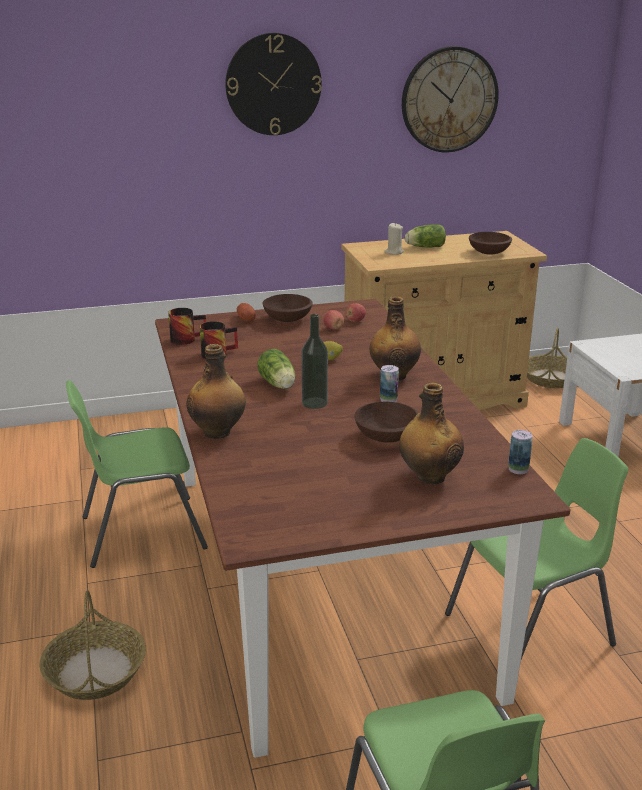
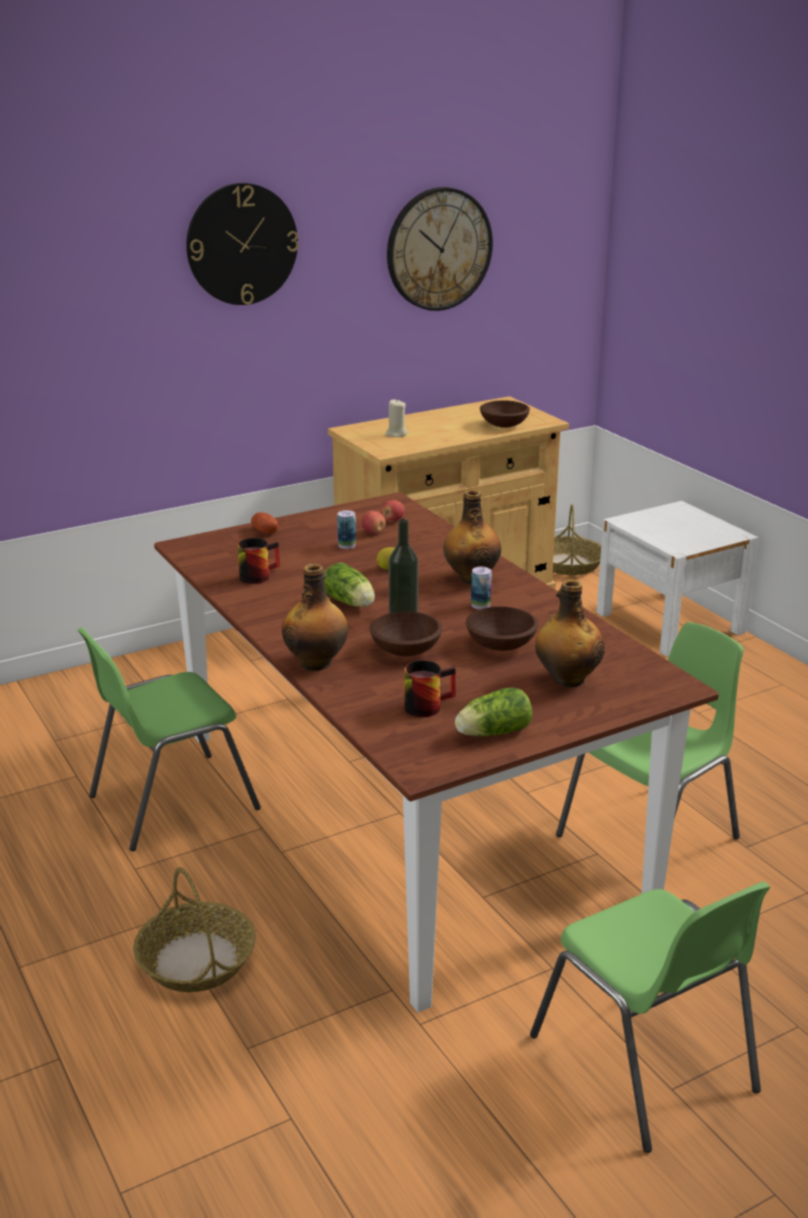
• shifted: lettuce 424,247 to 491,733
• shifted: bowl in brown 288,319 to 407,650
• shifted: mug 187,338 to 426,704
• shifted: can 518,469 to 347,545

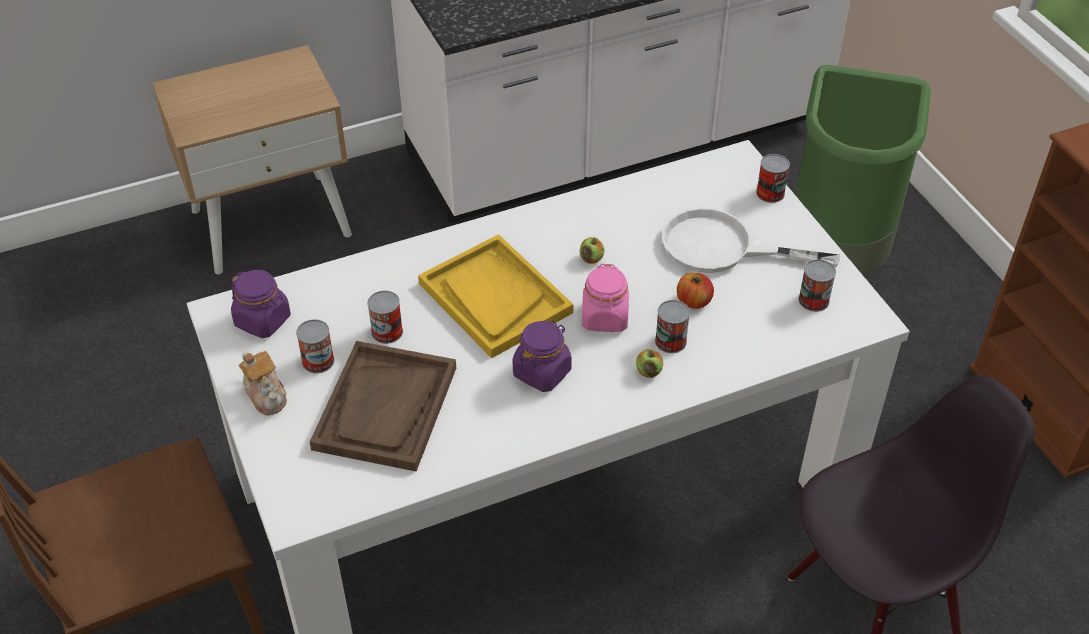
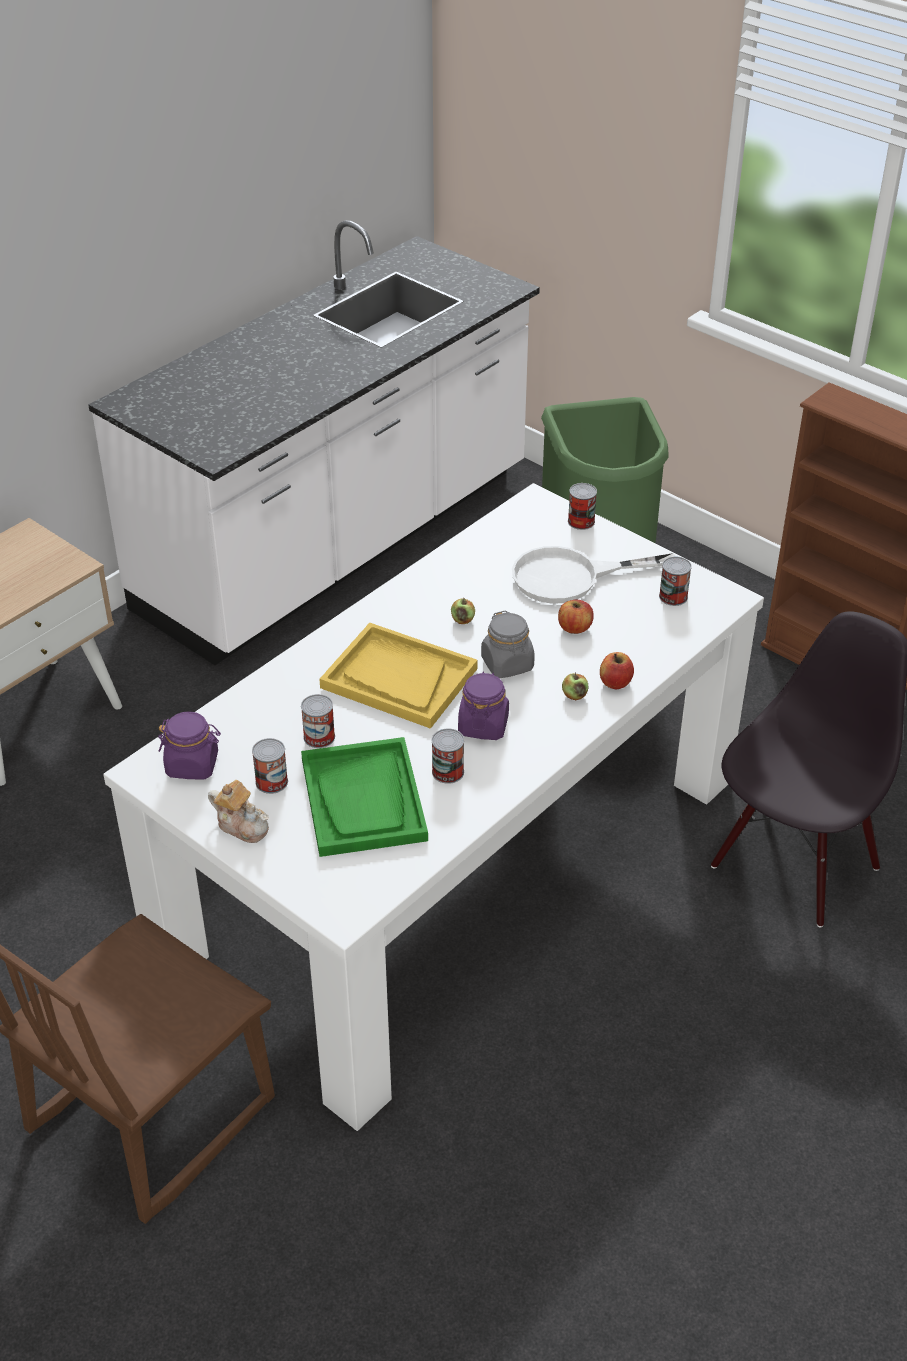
• repainted: jar in pink 605,317 to jar in grey 507,664
• shifted: can 670,341 to 448,772
• repainted: tray in brown 386,408 to tray in green 364,800
• new: apple 615,682

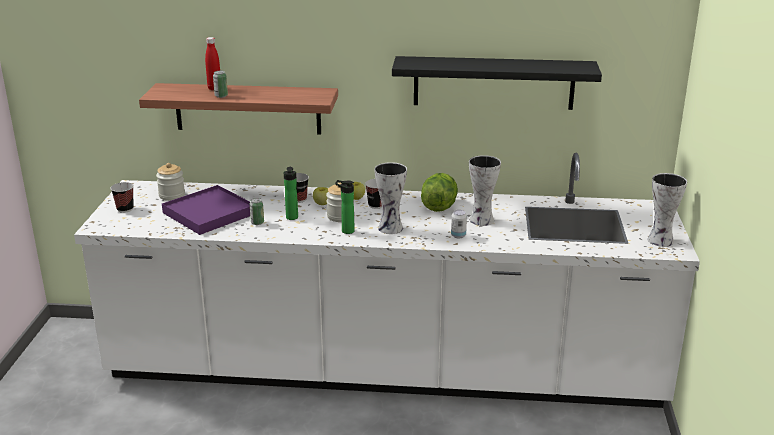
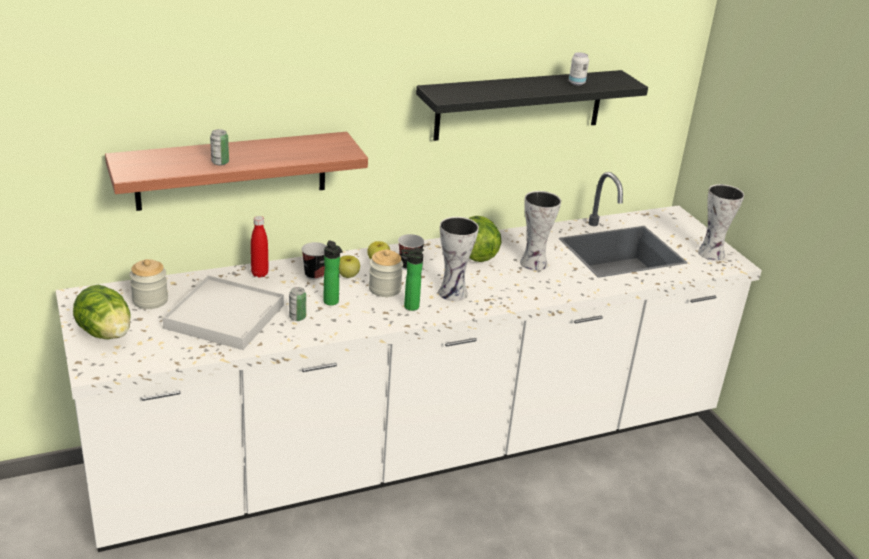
• shifted: bottle in red 214,88 to 260,274
• swapped: cup 125,209 to lettuce 106,333
• repainted: tray in purple 209,213 to tray in white 225,316
• shifted: can 458,236 to 576,83

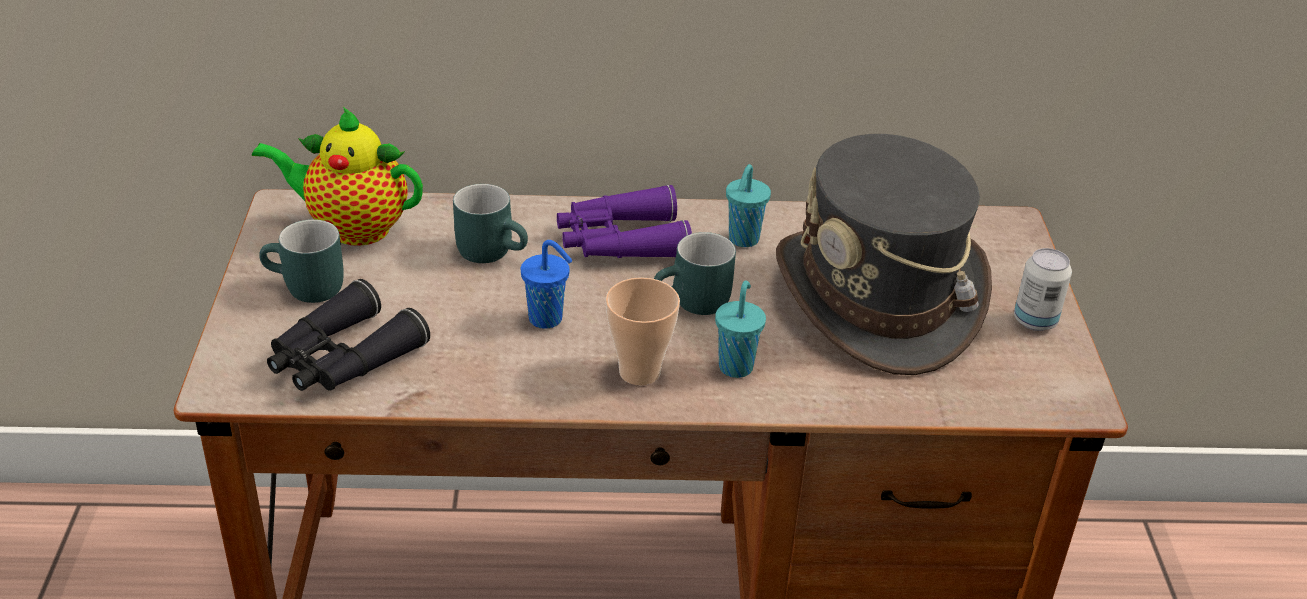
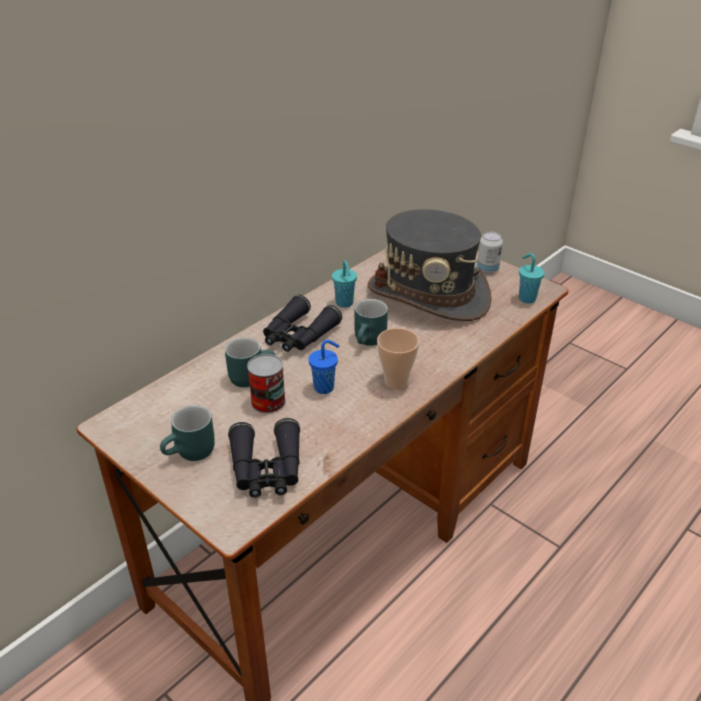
• gone: teapot 352,228
• repainted: binoculars in purple 620,241 to binoculars in black 298,335
• shifted: cup in turquoise 736,366 to 526,298
• new: can 268,402

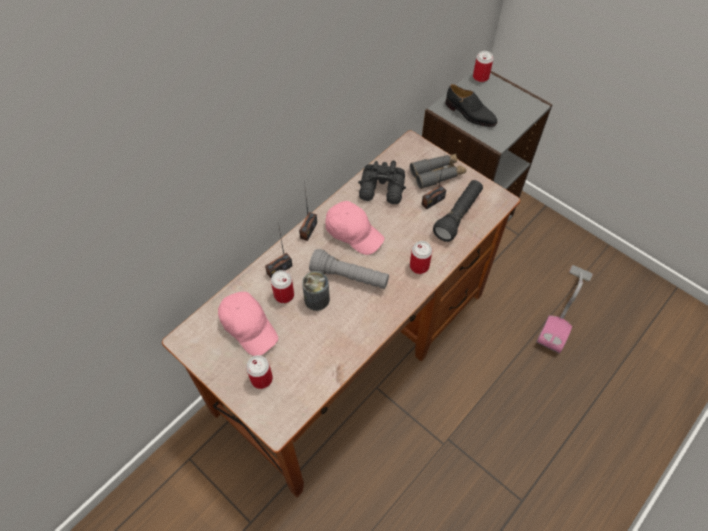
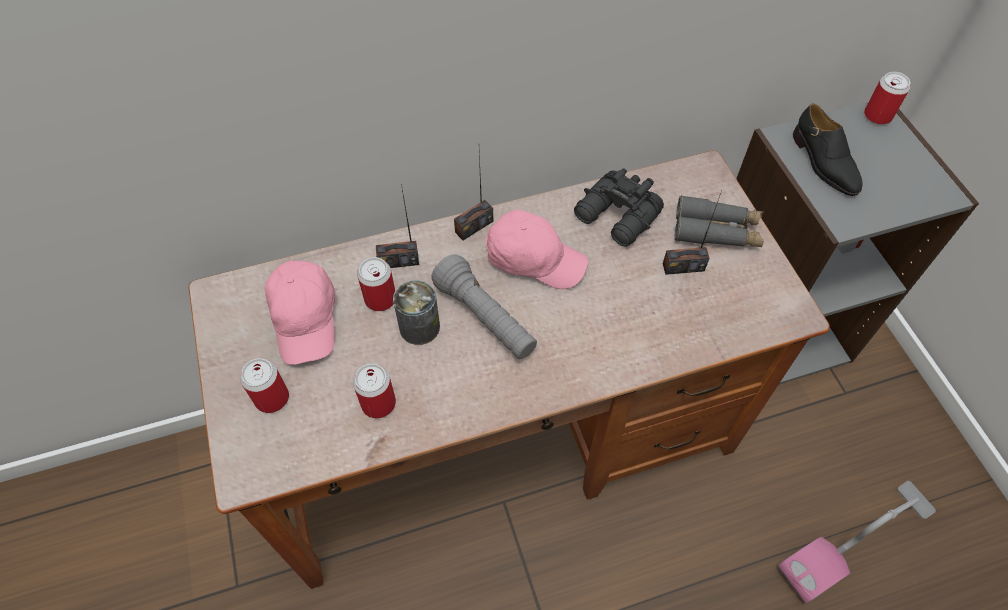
• gone: flashlight in black 458,216
• rotated: cap in pink 353,233 = 534,259 45 degrees counterclockwise
• shifted: can 419,266 to 378,403

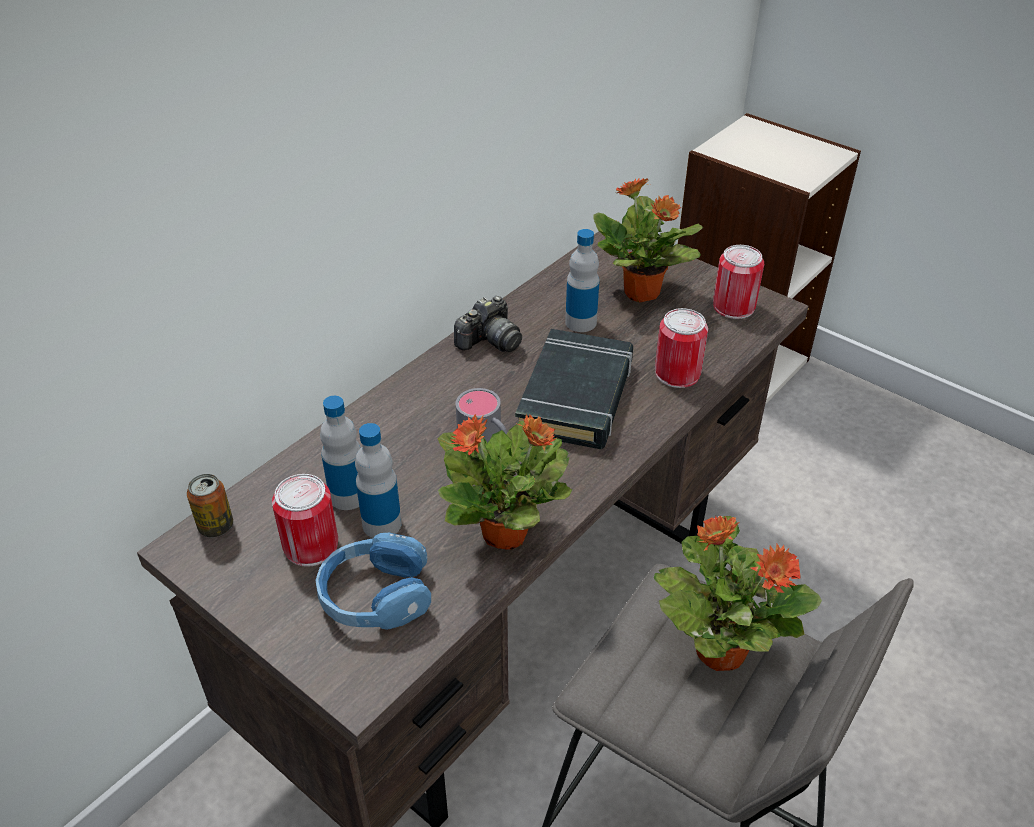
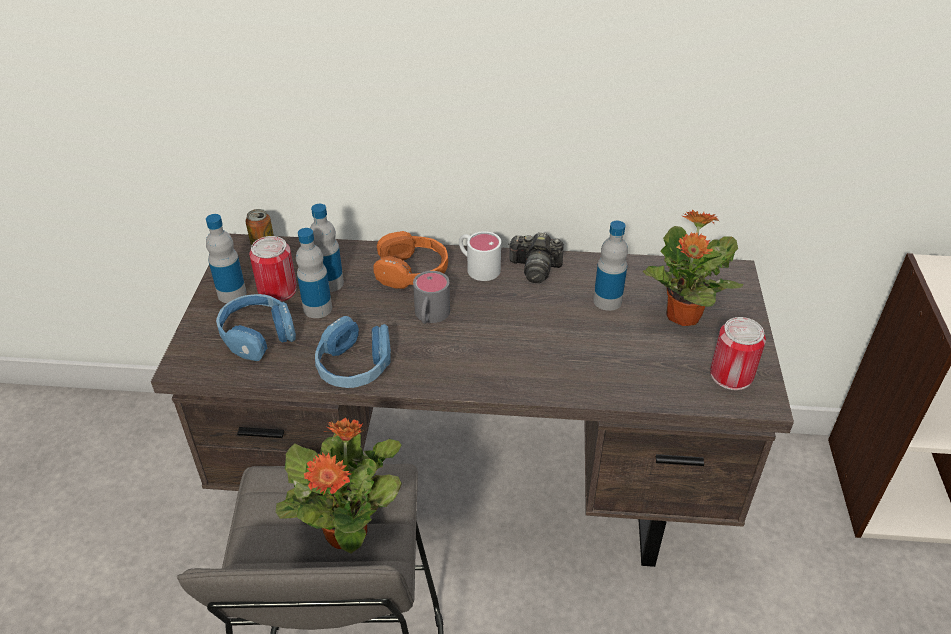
• gone: can 677,373
• gone: book in black 576,396
• swapped: potted plant 507,533 to headphones in blue 355,366
• new: bottle 232,294
• new: headphones in orange 412,271
• new: mug in white 477,266

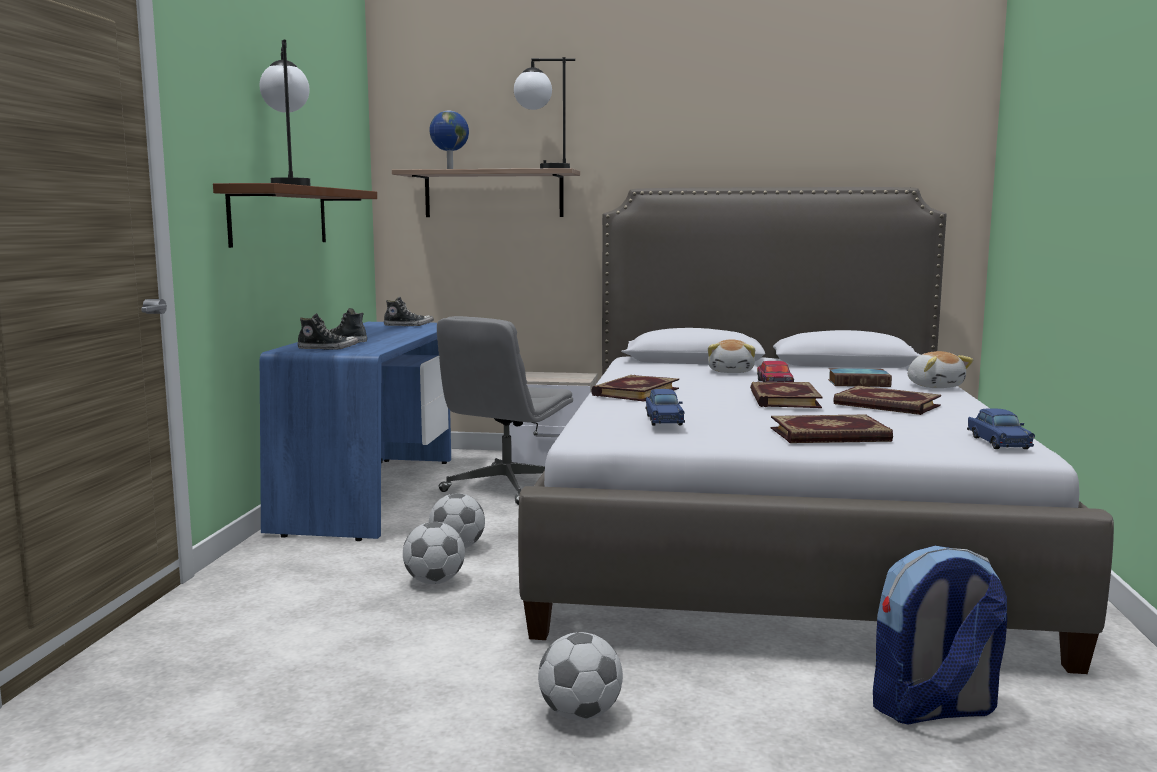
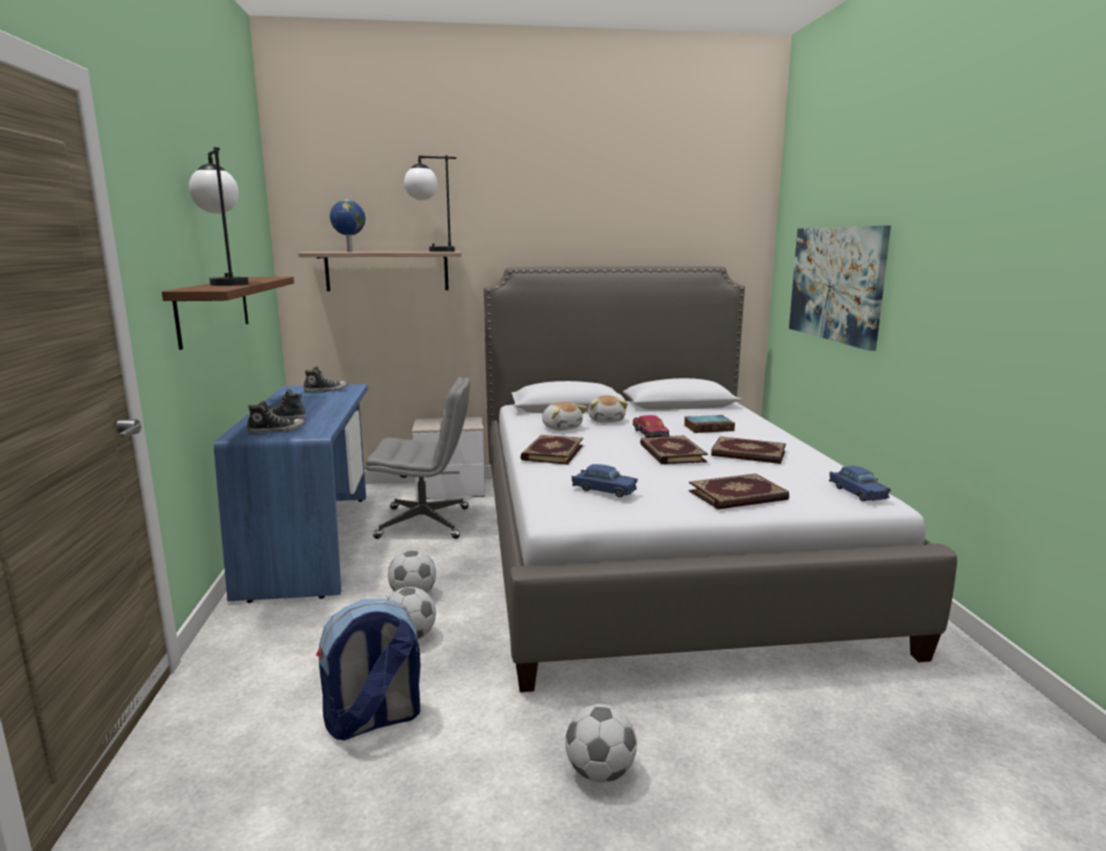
• rotated: office chair in grey 506,487 = 425,523 105 degrees counterclockwise
• shifted: plush toy 935,386 to 562,427
• rotated: toy car in blue 664,420 = 604,490 45 degrees counterclockwise
• shifted: backpack 933,709 to 373,720
• new: picture 836,283

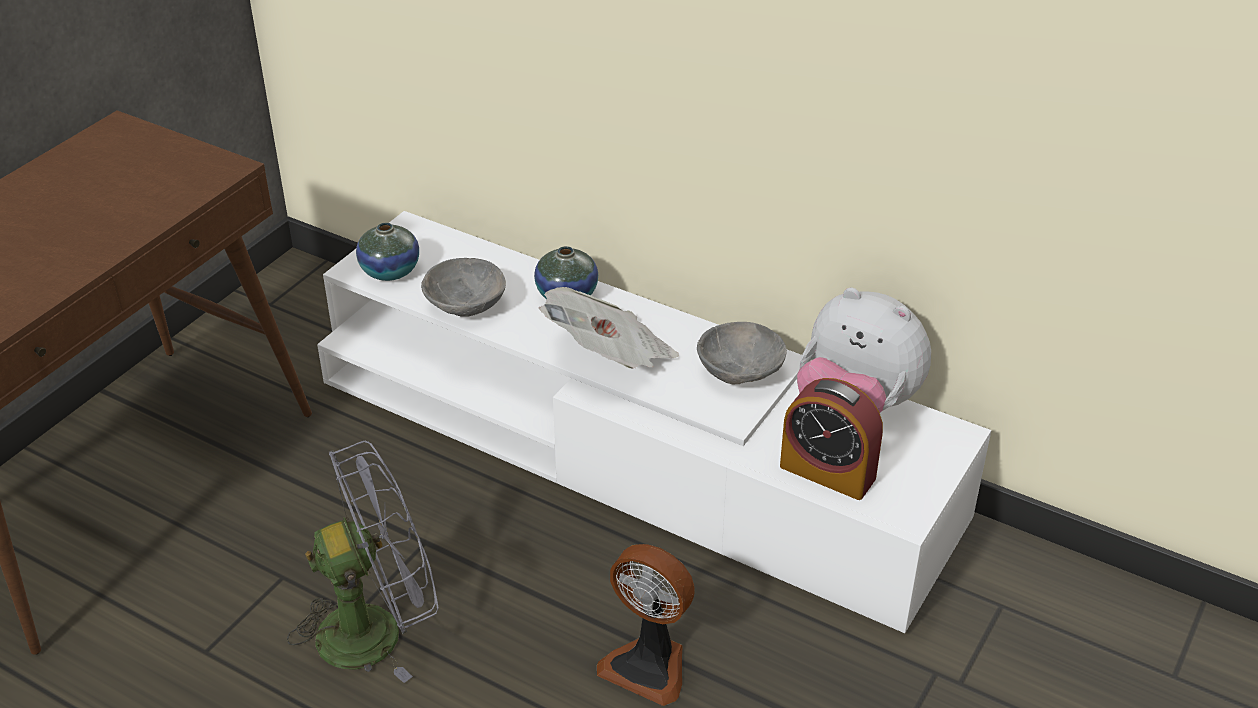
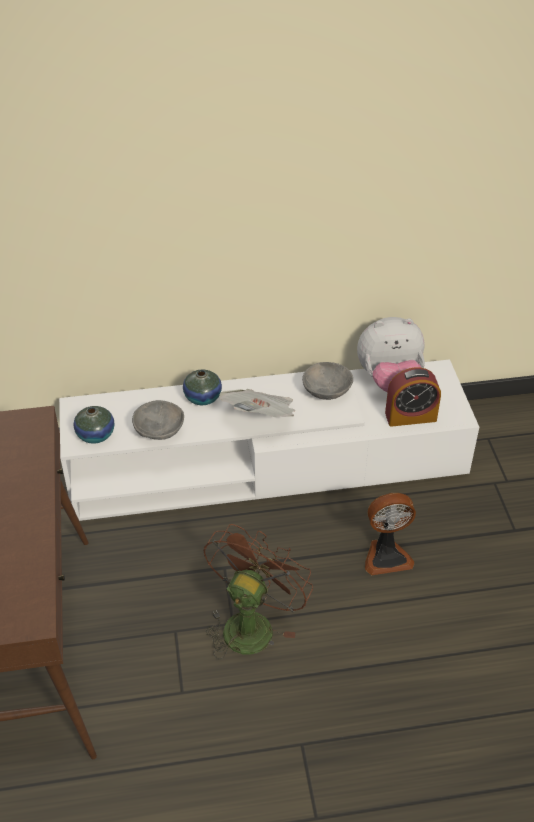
• repainted: fan in grey 376,629 to fan in brown 251,623

